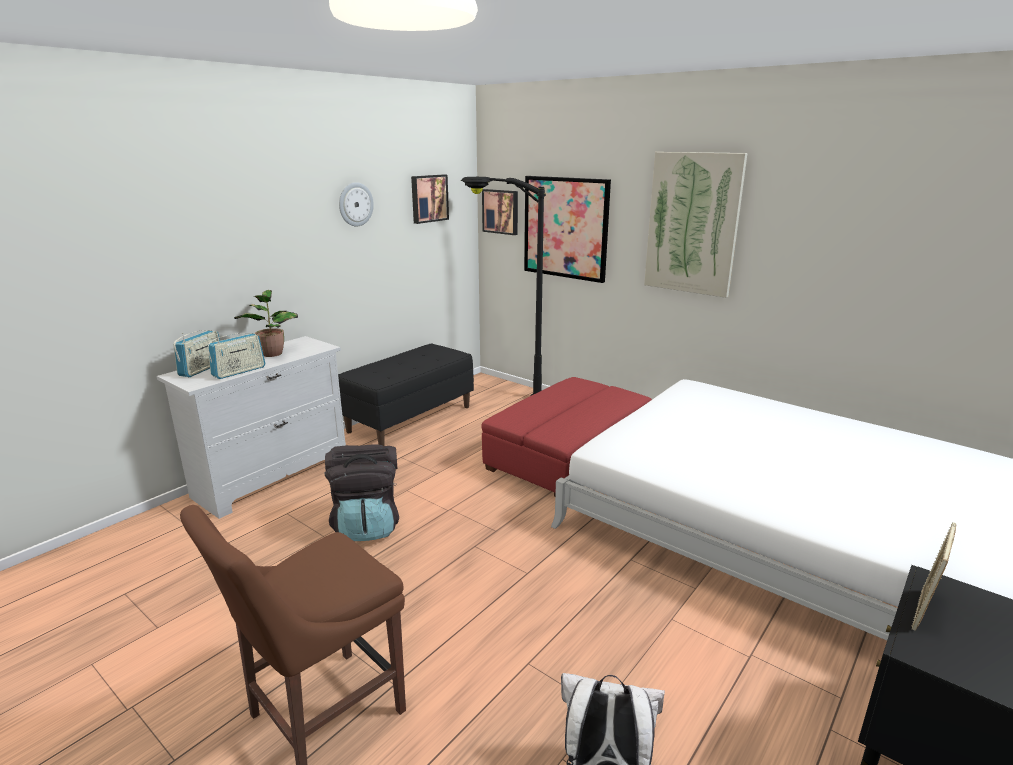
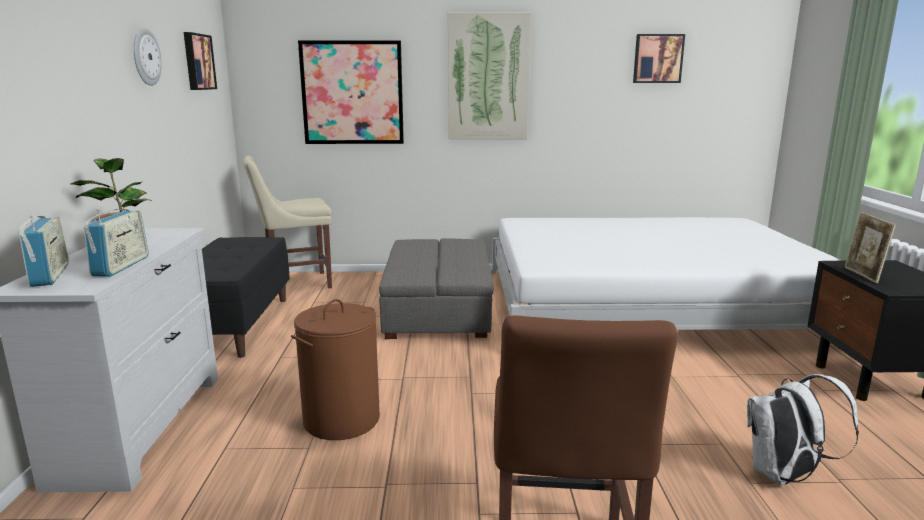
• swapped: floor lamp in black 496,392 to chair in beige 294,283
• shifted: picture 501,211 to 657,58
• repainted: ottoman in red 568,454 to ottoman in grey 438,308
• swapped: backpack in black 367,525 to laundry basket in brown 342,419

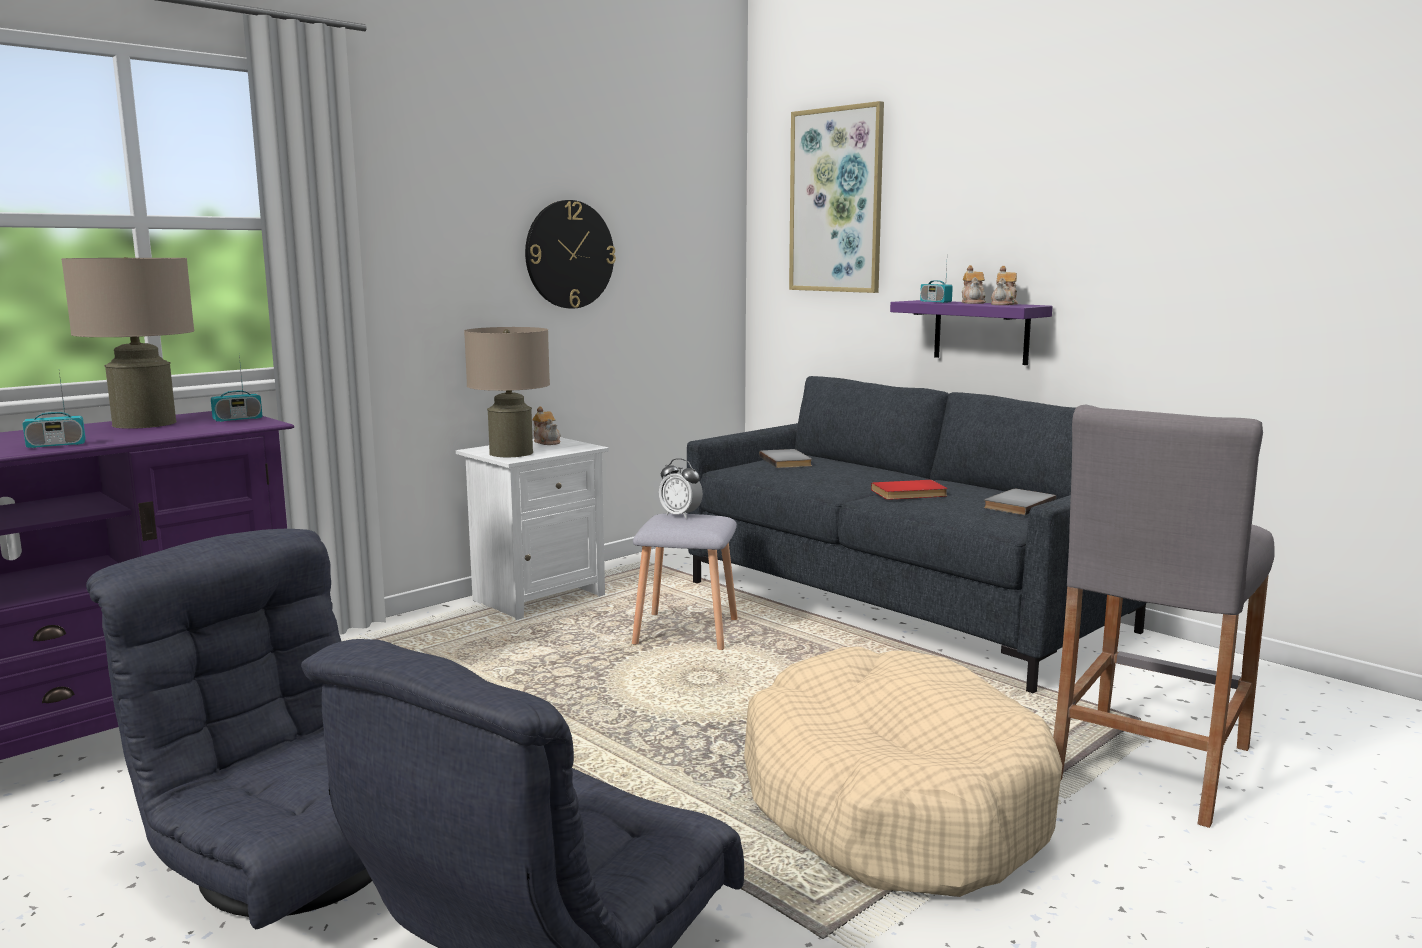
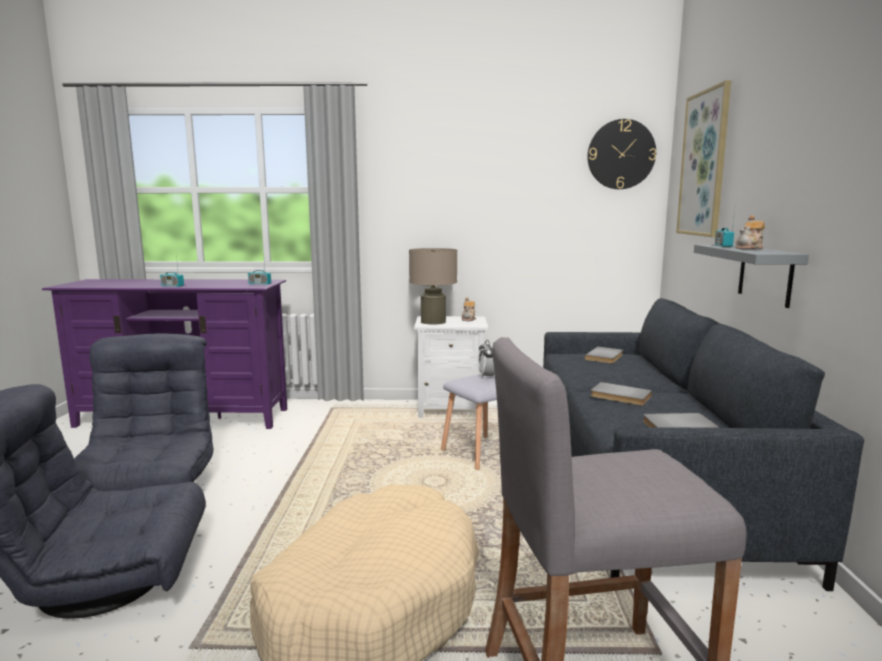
• shifted: wall clock 569,254 to 621,154
• gone: table lamp in beige 144,423
• gone: teapot 1004,304
• repainted: shelf in purple 981,332 to shelf in grey 765,274
• repainted: book in red 910,493 to book in grey 620,396

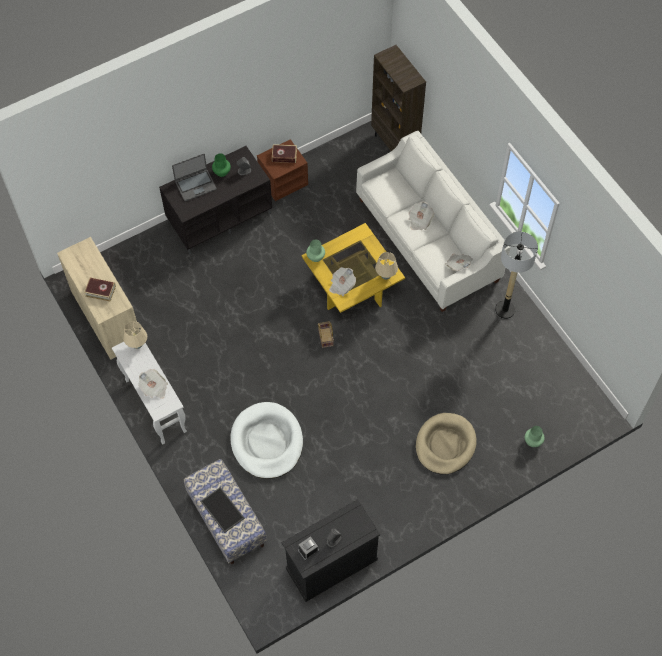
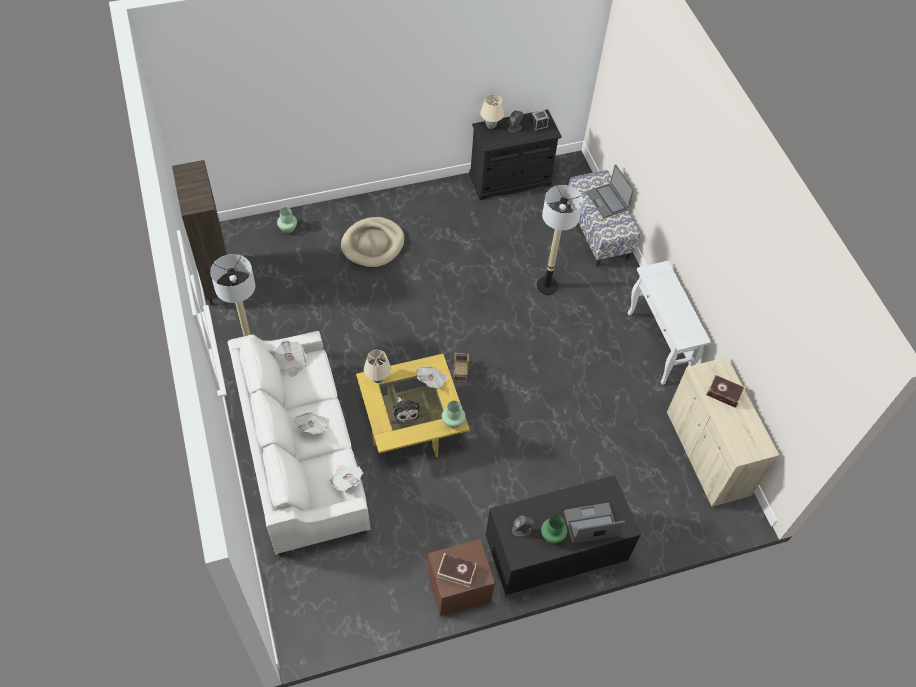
• shifted: bookcase in brown 395,146 to 218,282
• shifted: table lamp in beige 137,345 to 490,126
• shifted: newspaper 154,388 to 346,480
• swapped: dog bed in white 267,442 to floor lamp 547,286
• swapped: tray 221,510 to laptop 607,201
• new: plush toy 405,411

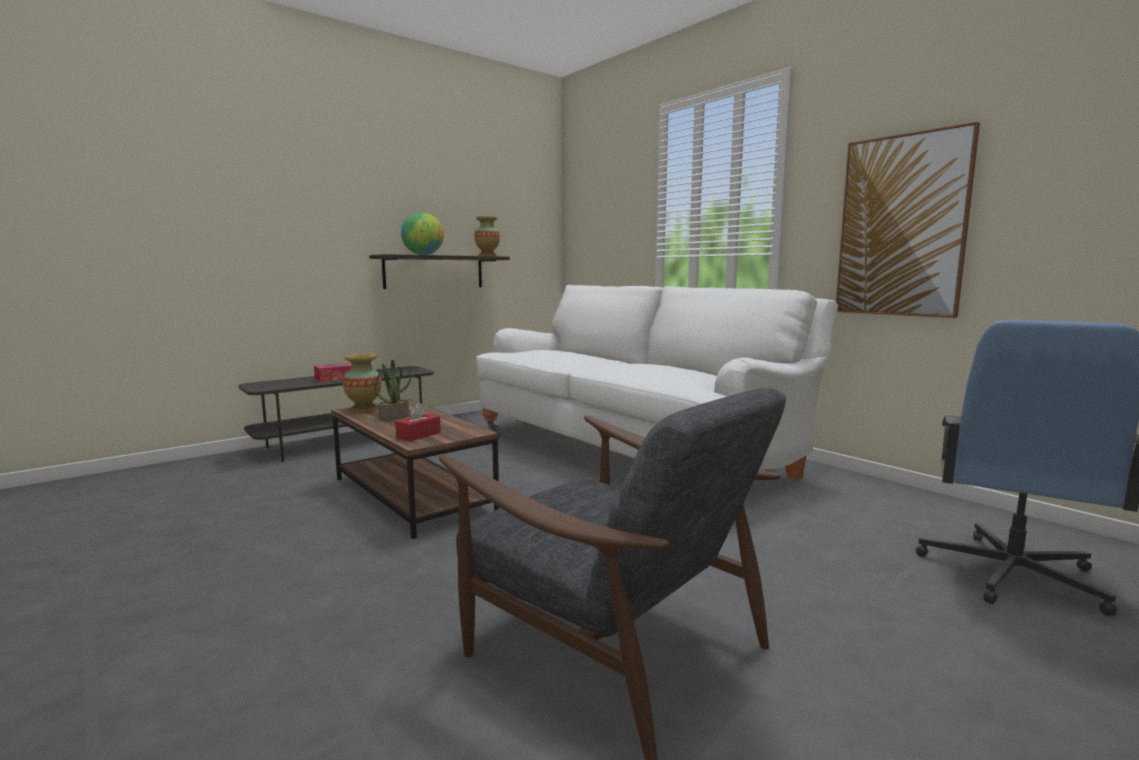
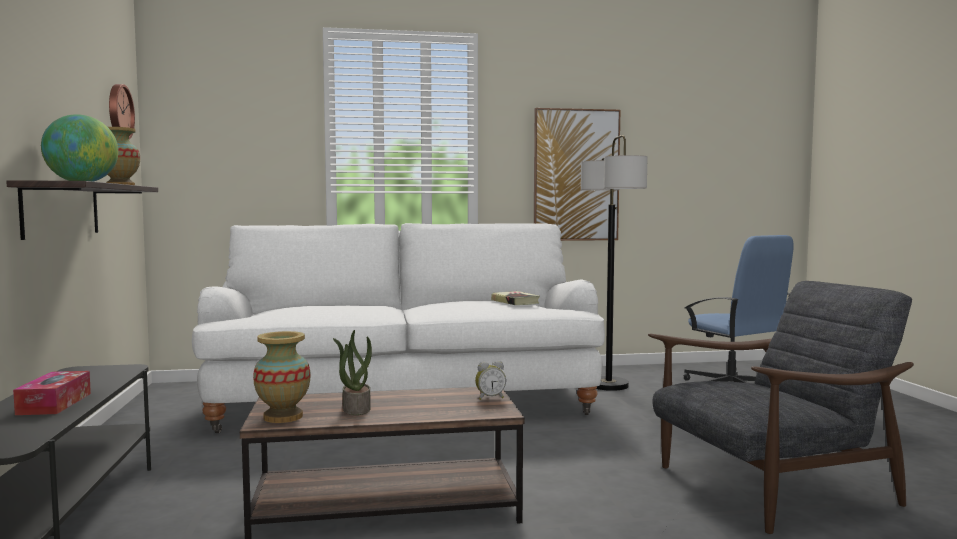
• gone: tissue box in red 418,435
• new: wall clock 118,112
• new: floor lamp 608,385
• new: book 515,302
• new: alarm clock 490,398

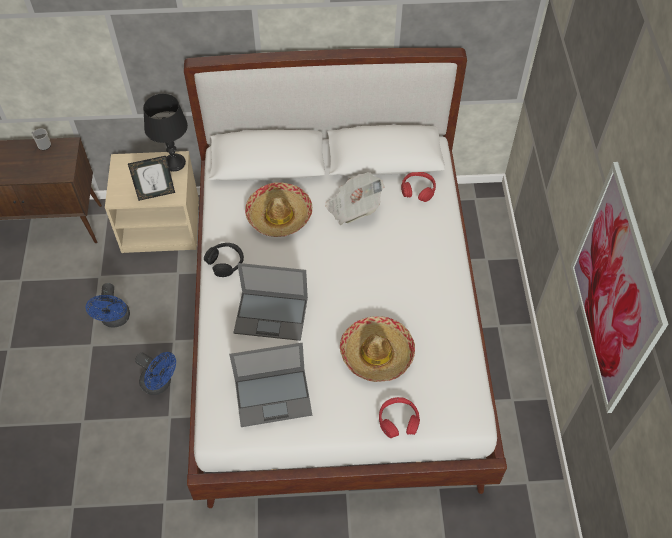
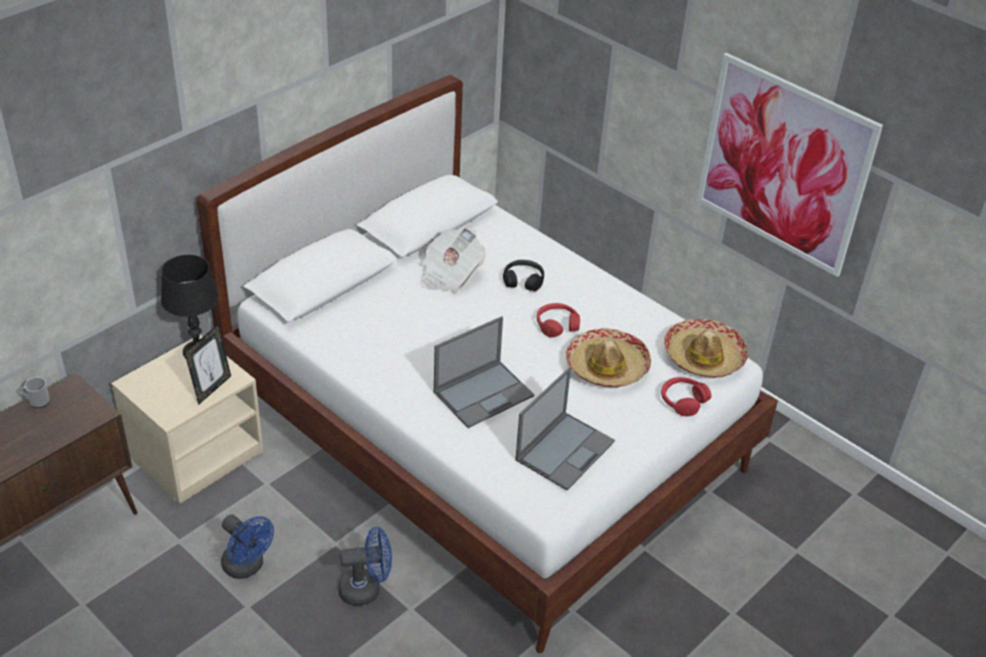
• shifted: headphones in red 418,190 to 557,325
• shifted: hat 279,215 to 703,357
• shifted: headphones in black 225,262 to 523,280

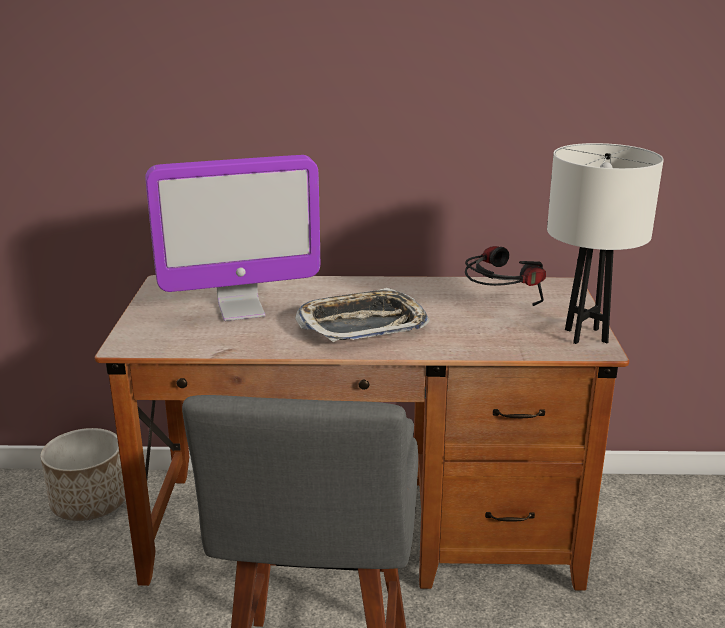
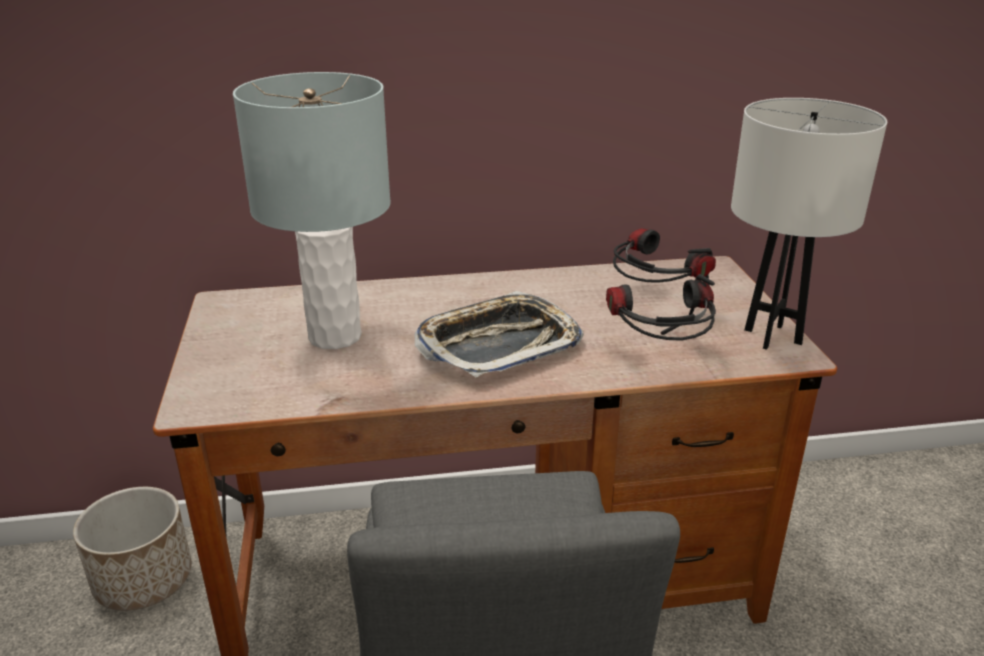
• swapped: monitor 241,310 to table lamp in grey 335,336
• new: headphones 660,358

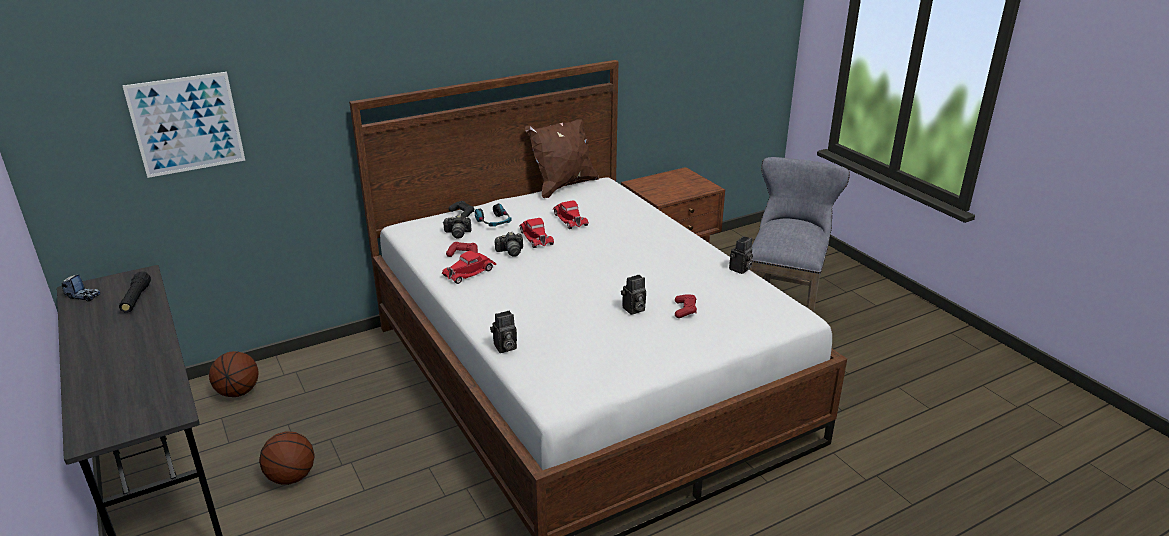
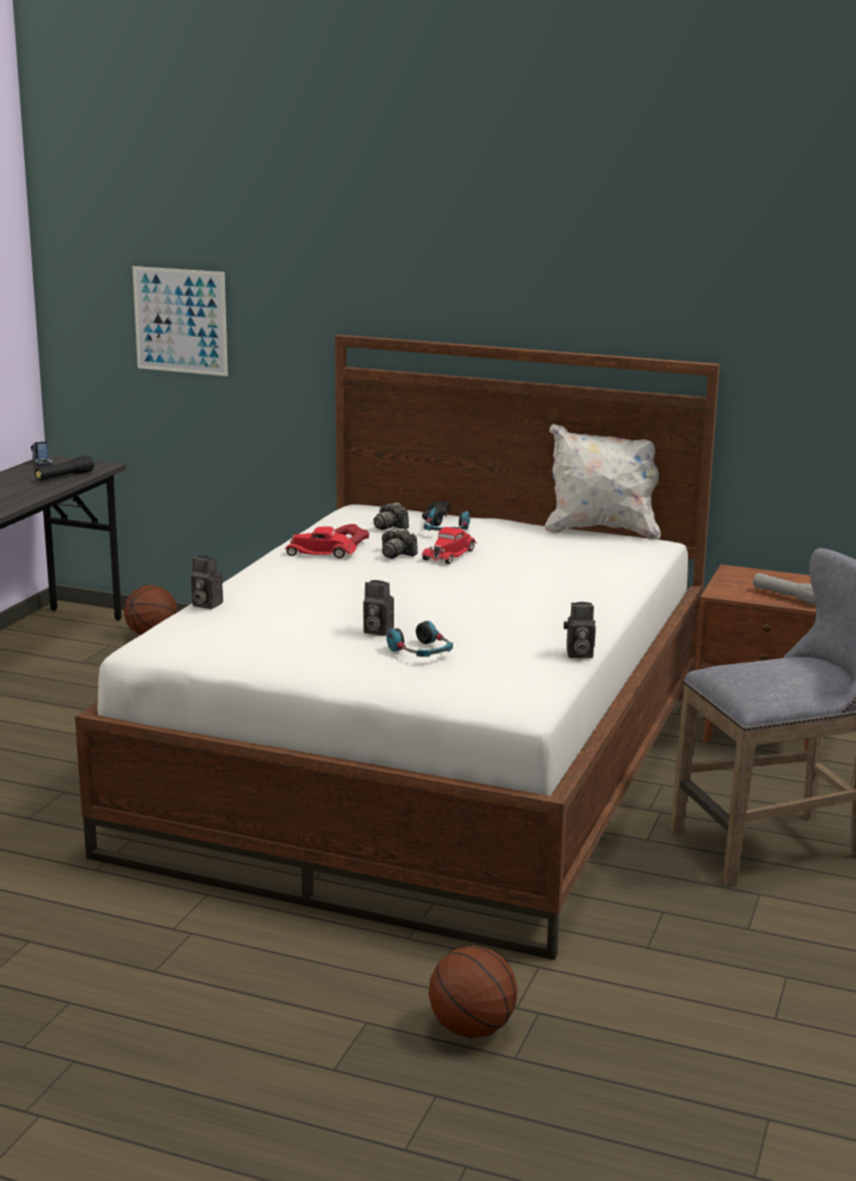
• repainted: pillow in brown 563,185 to pillow in white 602,531
• gone: toy car in red 570,219
• swapped: game controller in red 685,310 to headphones 421,652
• shifted: basketball 292,477 to 473,1029
• new: flashlight in grey 787,597

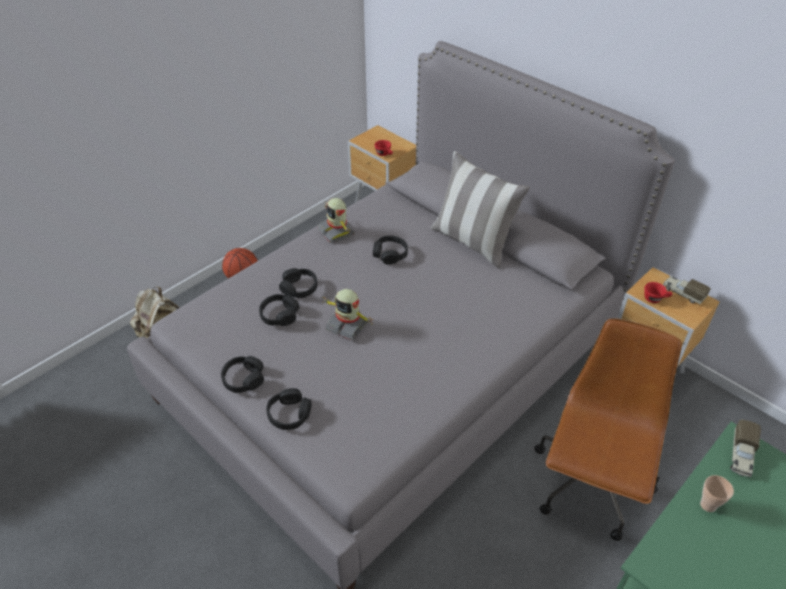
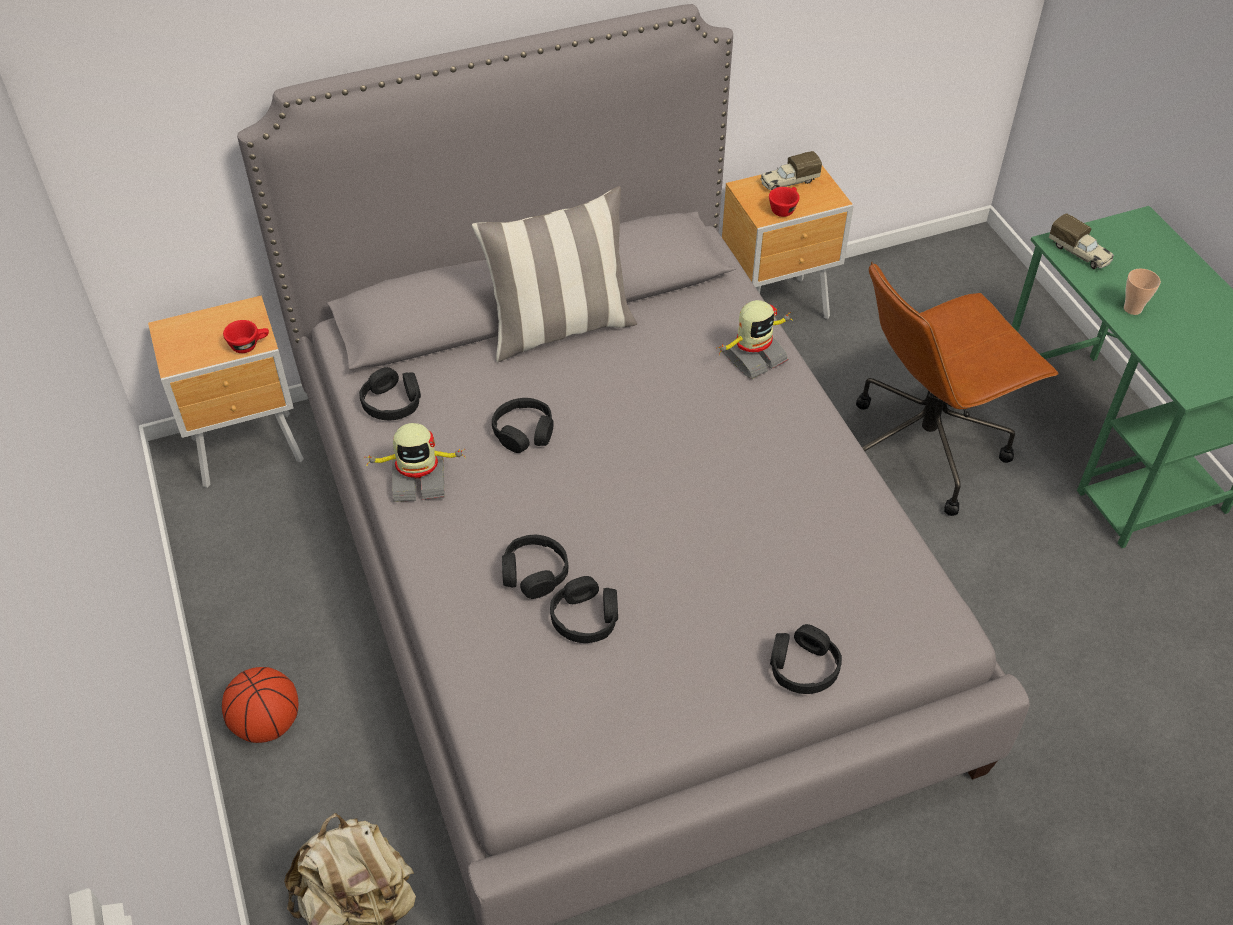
• shifted: toy robot 347,325 to 753,356
• rotated: office chair in brown 590,486 = 925,448 75 degrees counterclockwise
• shifted: headphones in black 243,379 to 392,402

